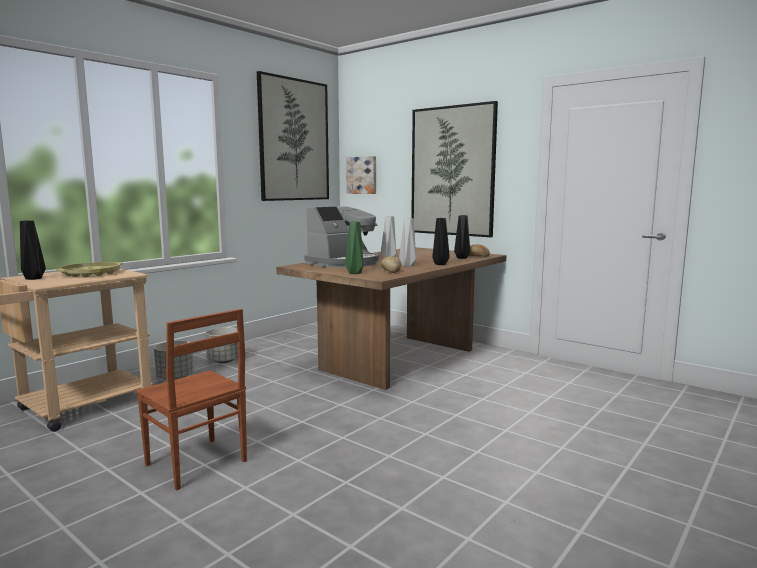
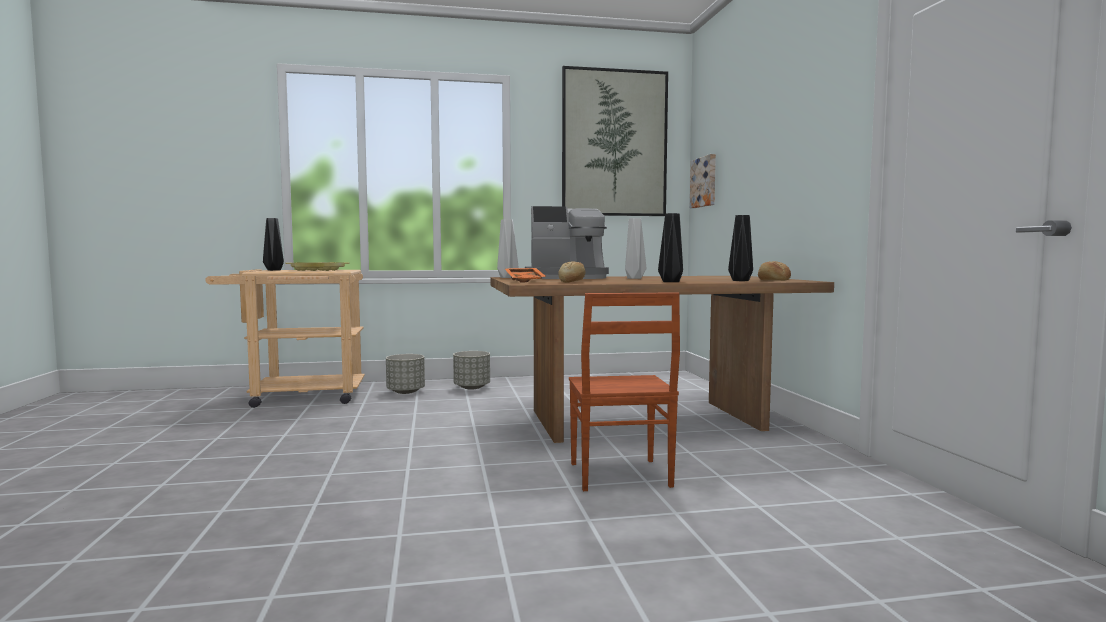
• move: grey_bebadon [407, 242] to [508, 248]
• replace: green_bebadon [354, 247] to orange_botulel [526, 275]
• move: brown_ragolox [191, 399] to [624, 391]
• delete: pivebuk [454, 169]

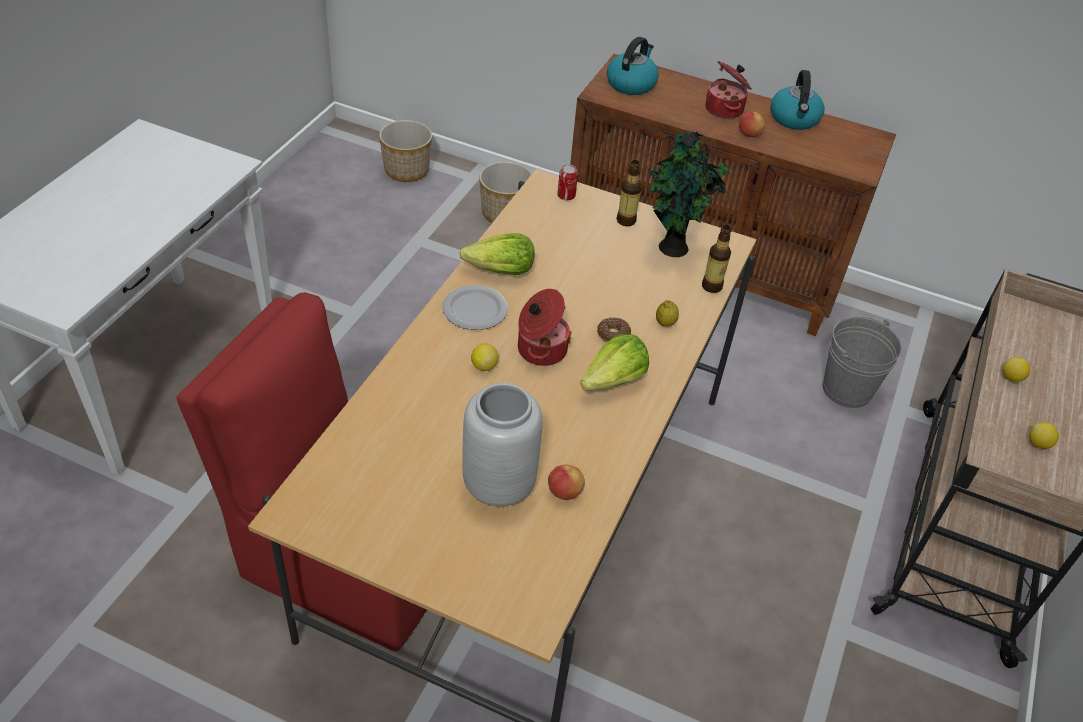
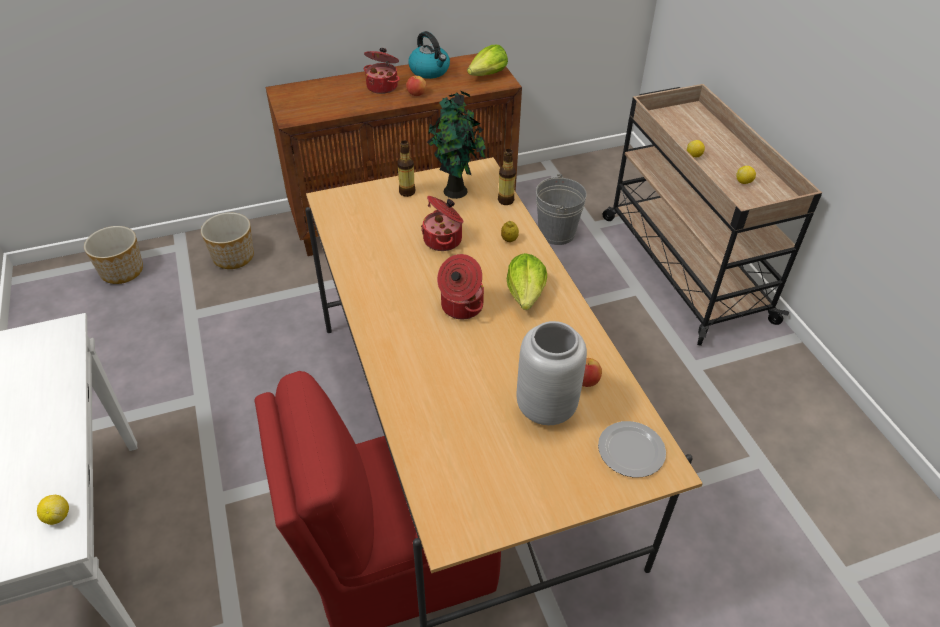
• move: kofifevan [484, 357] to [53, 510]
• insert: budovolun [442, 223]
• move: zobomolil [497, 254] to [487, 60]
• move: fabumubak [475, 307] to [632, 449]
• delete: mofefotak [567, 182]
• delete: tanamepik [614, 329]
• delete: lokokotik [633, 66]

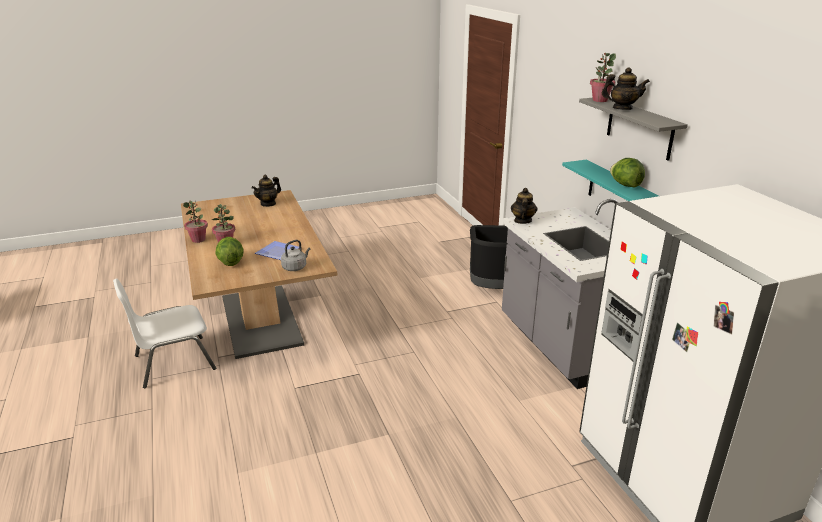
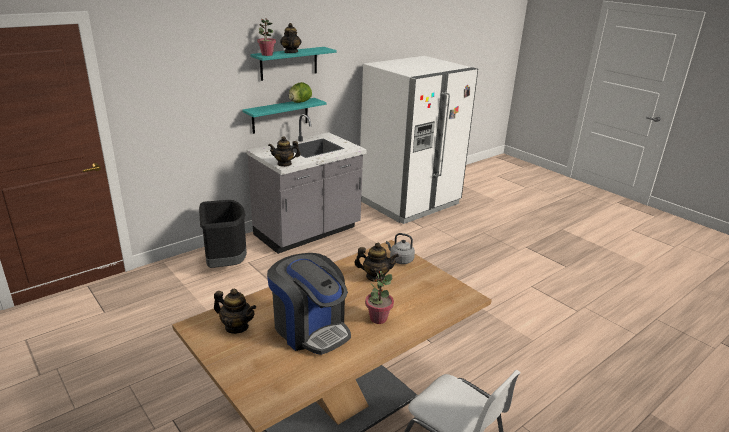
• recolor: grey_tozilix [633, 129] to turquoise_tozilix [293, 64]
• insert: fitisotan [309, 304]
• replace: fabumubak [277, 250] to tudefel [376, 262]
• delete: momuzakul [195, 222]
• delete: zobomolil [229, 251]

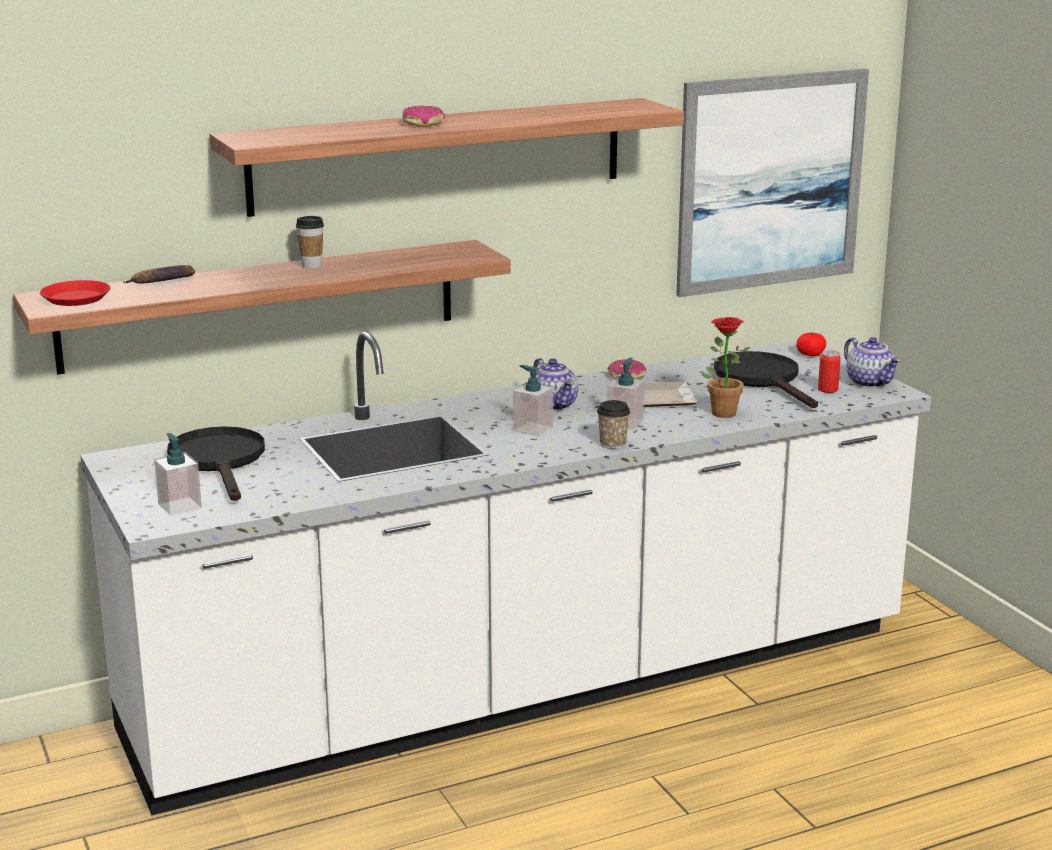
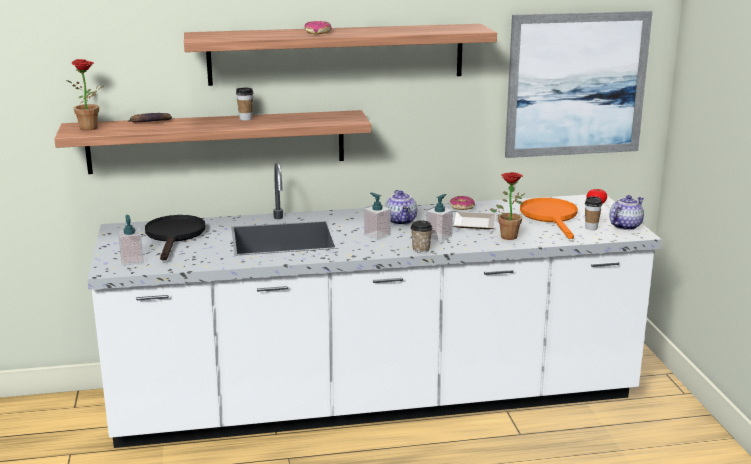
• replace: red_fabumubak [75, 293] to momuzakul [85, 95]
• recolor: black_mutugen [766, 379] to orange_mutugen [549, 218]
• replace: mofefotak [829, 371] to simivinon [593, 213]
• rotate: tudefel [872, 362] = [626, 212] 120 degrees counterclockwise

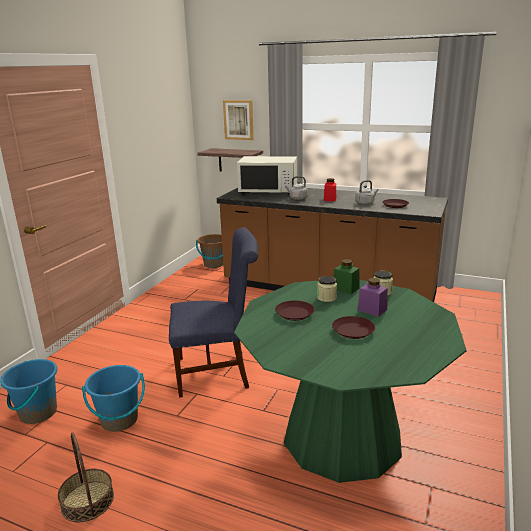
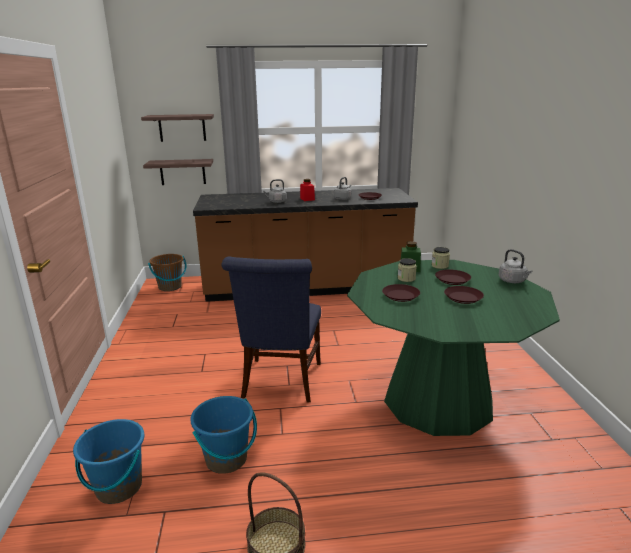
• replace: pivebuk [238, 120] to tozilix [177, 128]
• rotate: blue_ragolox [213, 312] = [271, 329] 135 degrees clockwise
• replace: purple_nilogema [373, 297] to brown_fabumubak [453, 277]
• insert: grey_lokokotik [515, 266]
• delete: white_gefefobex [267, 175]

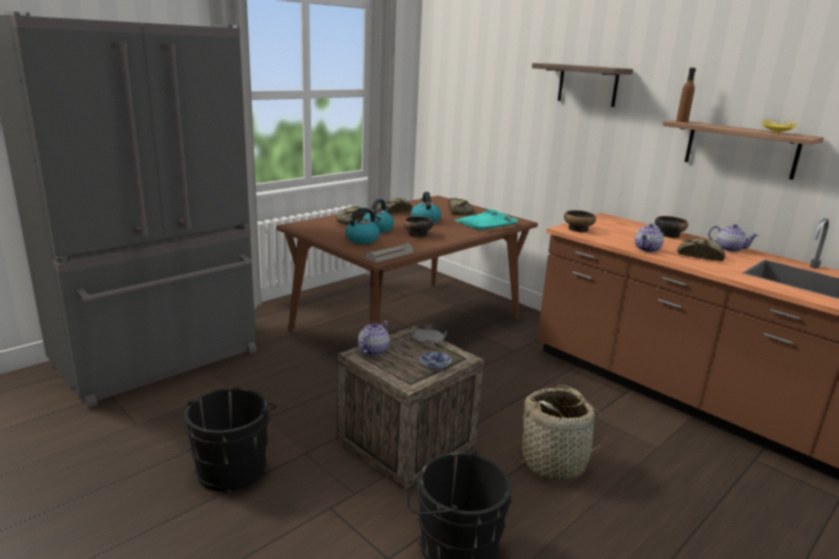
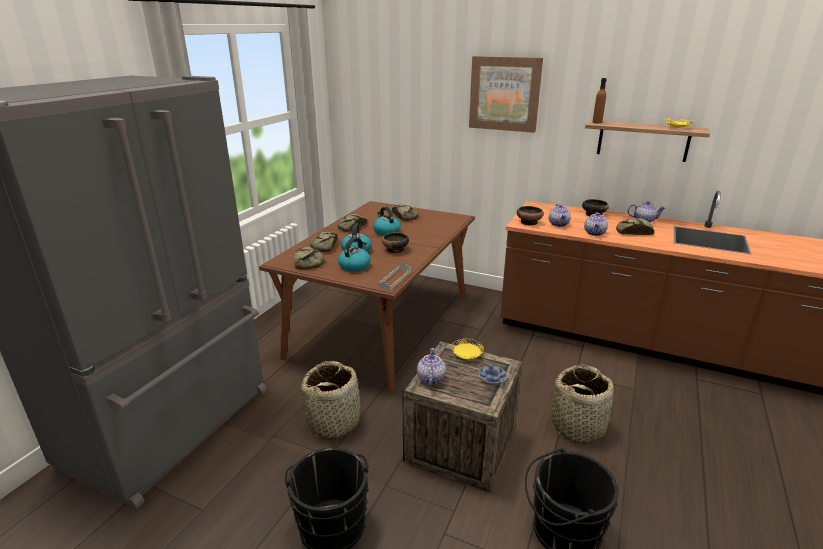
• insert: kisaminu [309, 258]
• insert: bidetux [330, 400]
• recolor: grey_fabumubak [429, 334] to yellow_fabumubak [467, 349]
• replace: tozilix [582, 85] to pivebuk [506, 94]
• insert: tudefel [560, 215]
• delete: turquoise_botulel [486, 220]

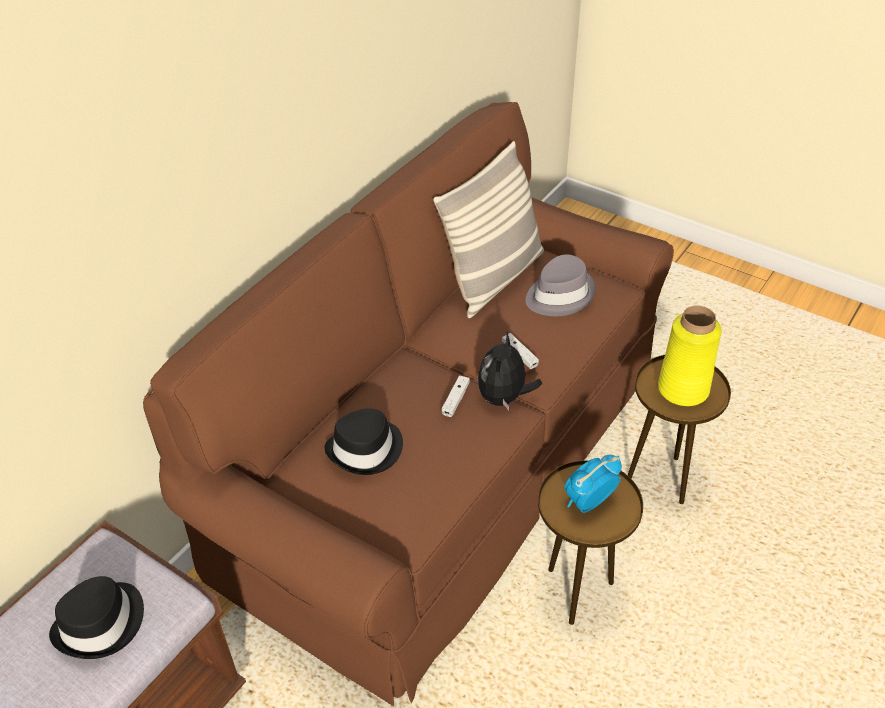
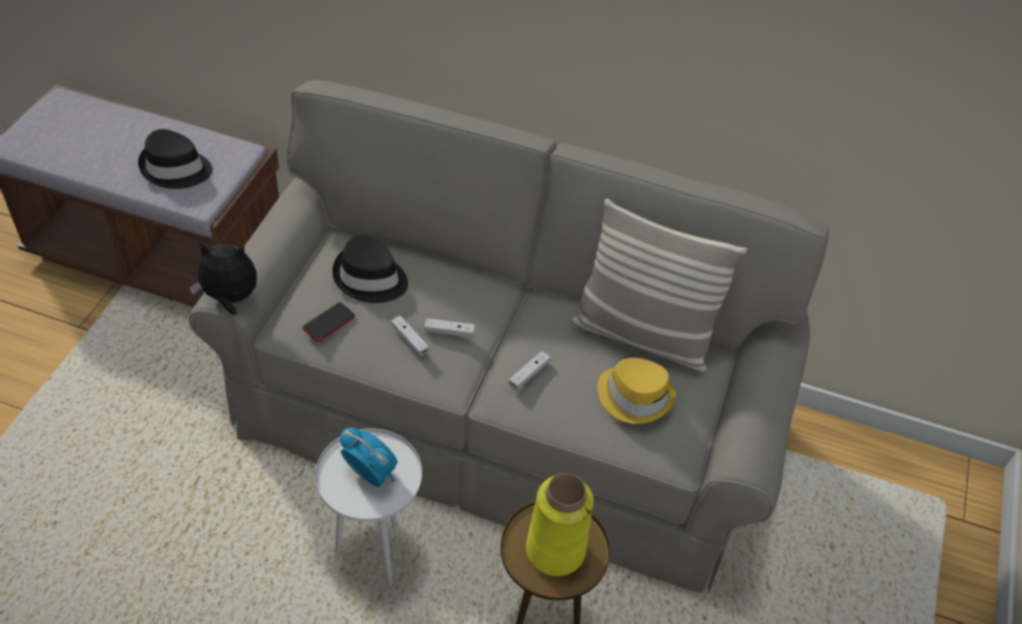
• recolor: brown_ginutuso [408, 404] to grey_ginutuso [509, 336]
• move: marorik [509, 371] to [223, 278]
• insert: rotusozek [329, 322]
• recolor: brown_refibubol [590, 542] to white_refibubol [368, 506]
• insert: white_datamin [410, 336]
• recolor: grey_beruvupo [561, 285] to yellow_beruvupo [636, 391]

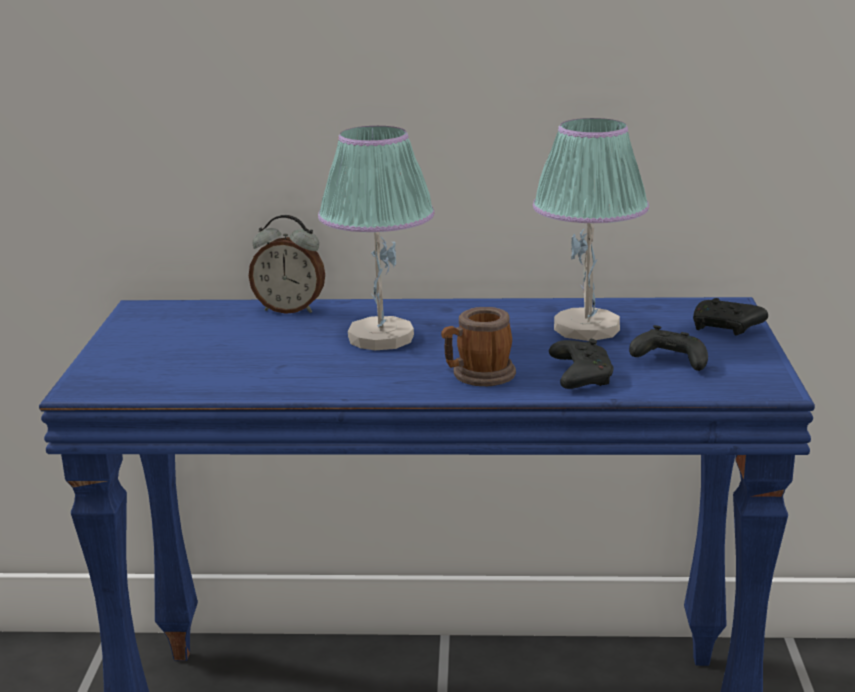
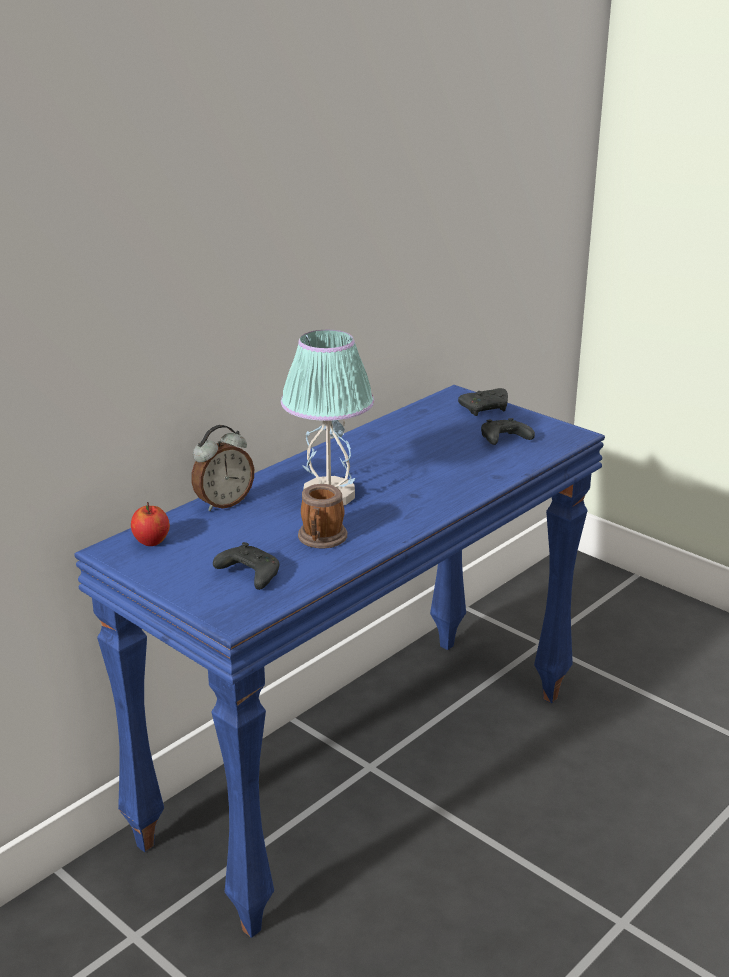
• insert: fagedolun [150, 524]
• move: black_datamin [581, 364] to [246, 566]
• move: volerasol [478, 346] to [322, 516]
• delete: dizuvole [591, 229]

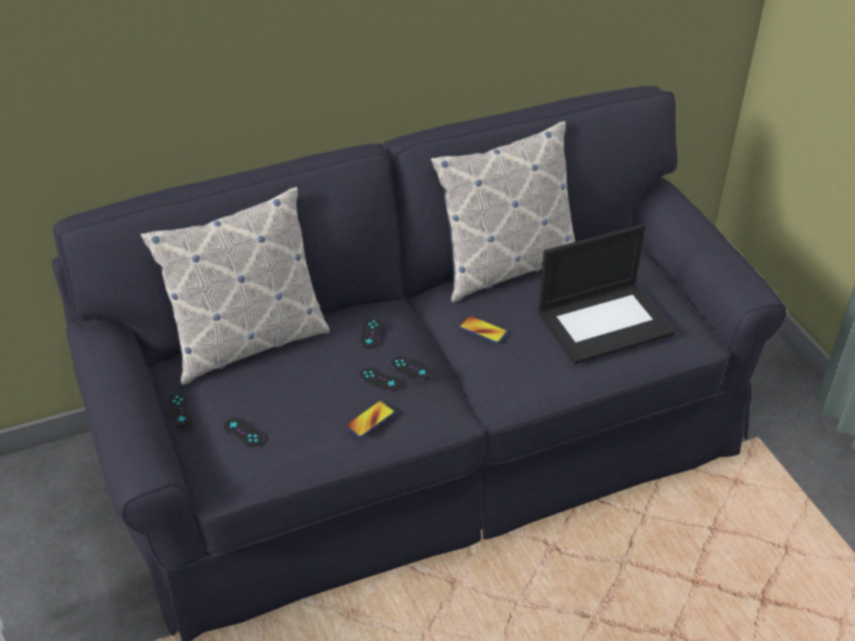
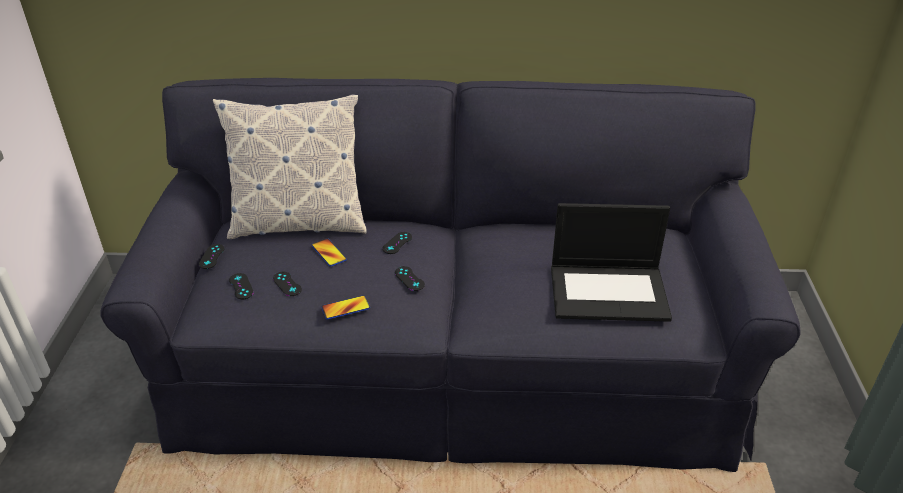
• move: black_datamin [379, 379] to [287, 284]
• move: rotusozek [483, 329] to [329, 252]
• delete: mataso [503, 211]

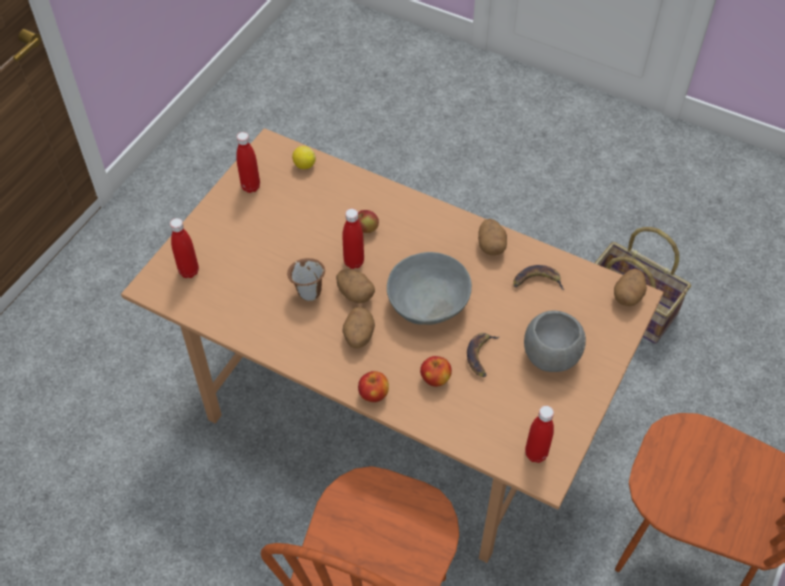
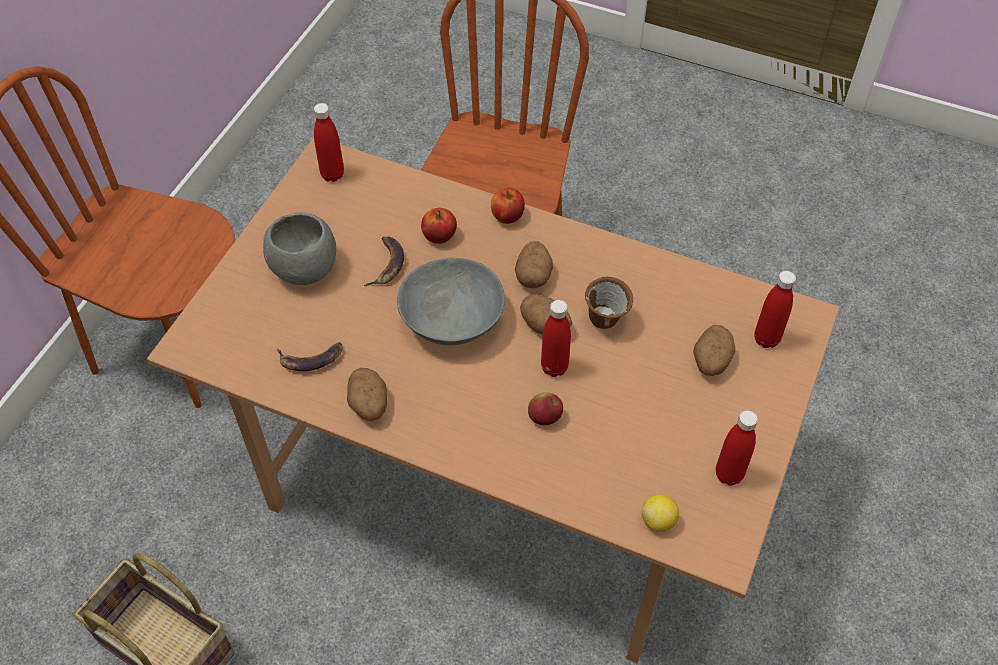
• move: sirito [630, 287] to [714, 350]

